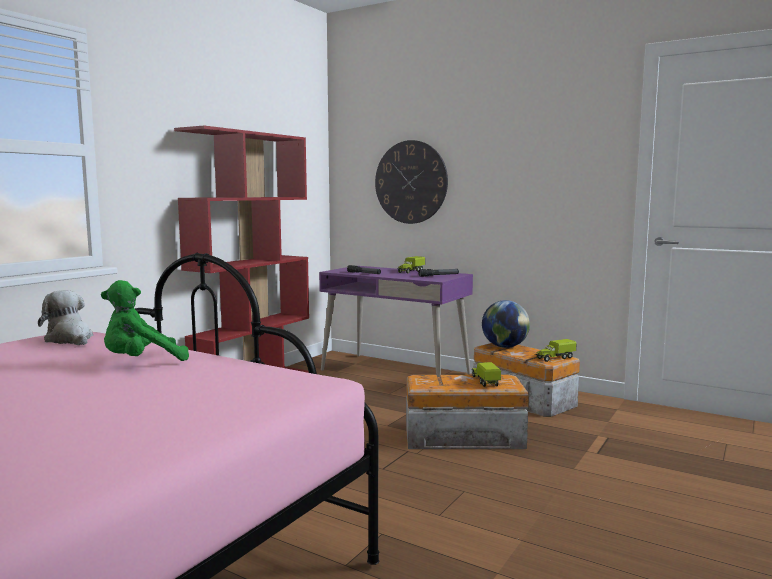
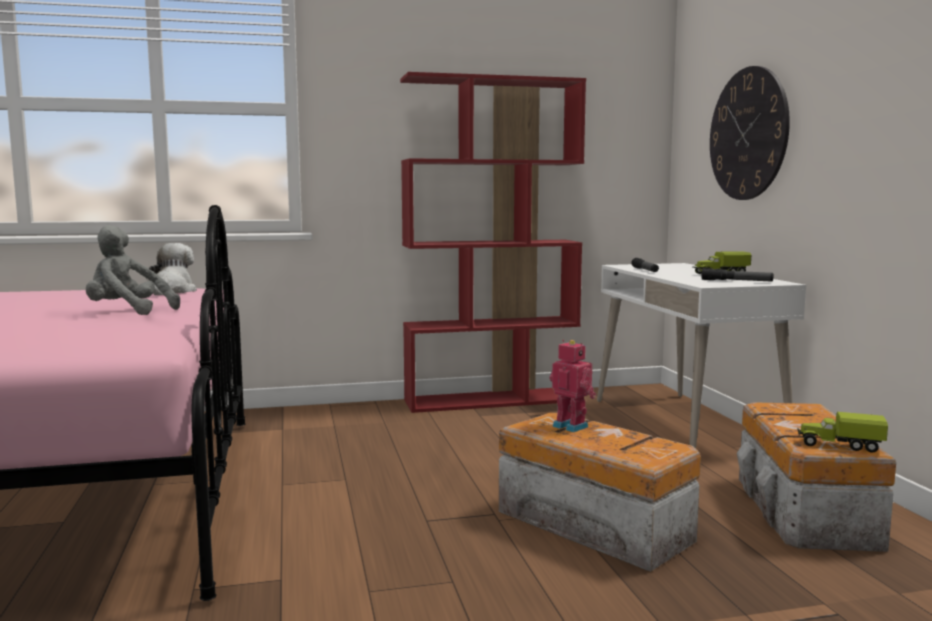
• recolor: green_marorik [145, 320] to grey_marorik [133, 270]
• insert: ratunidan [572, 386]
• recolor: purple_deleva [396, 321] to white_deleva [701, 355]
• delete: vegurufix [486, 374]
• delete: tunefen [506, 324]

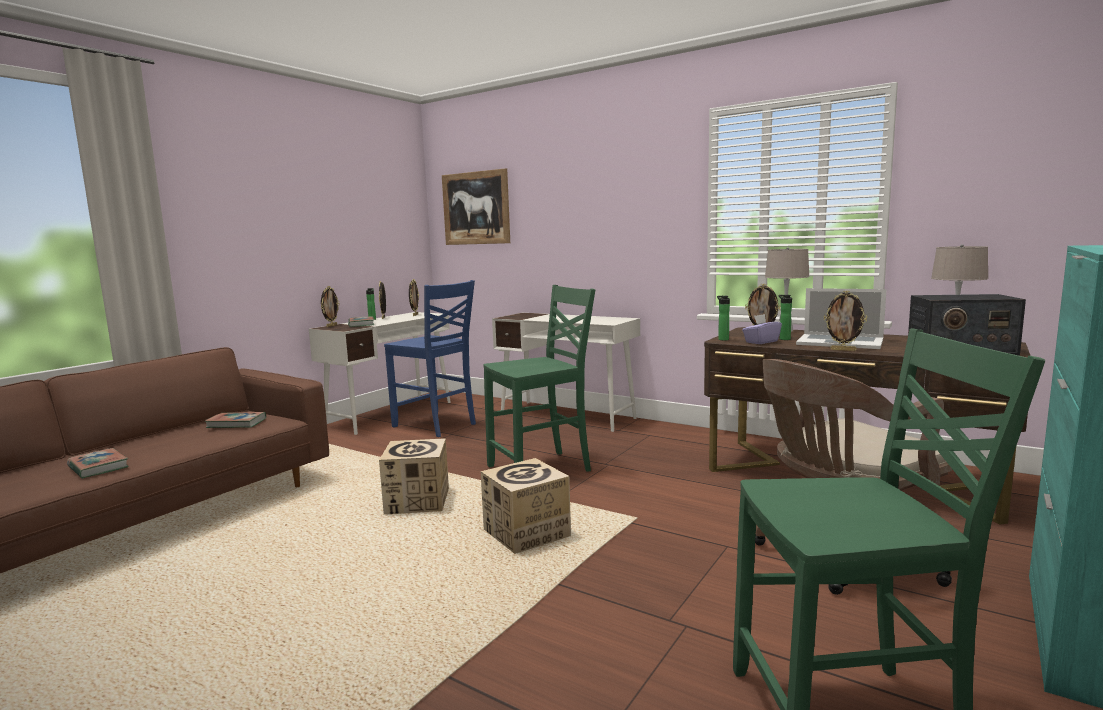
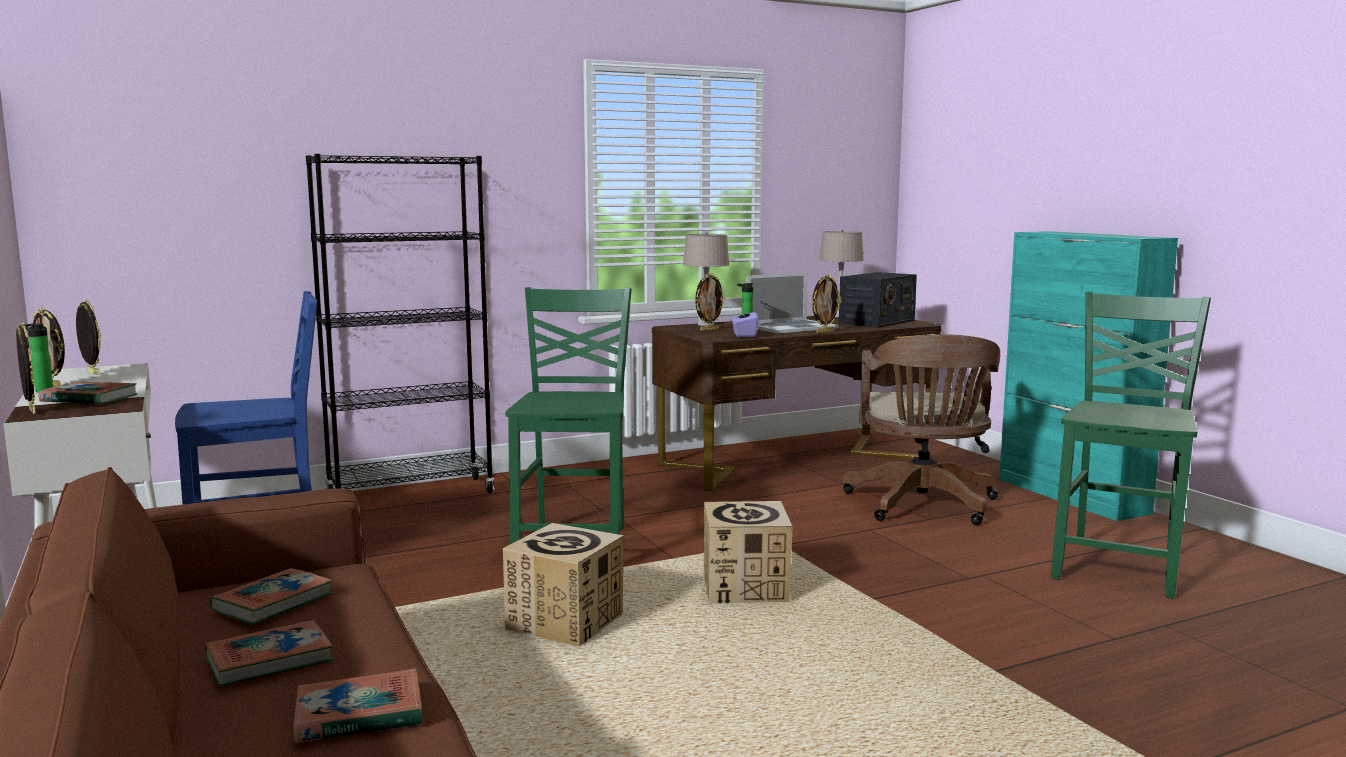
• insert: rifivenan [269, 653]
• replace: white_deleva [566, 372] to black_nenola [400, 323]
• delete: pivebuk [476, 206]
• delete: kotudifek [723, 318]

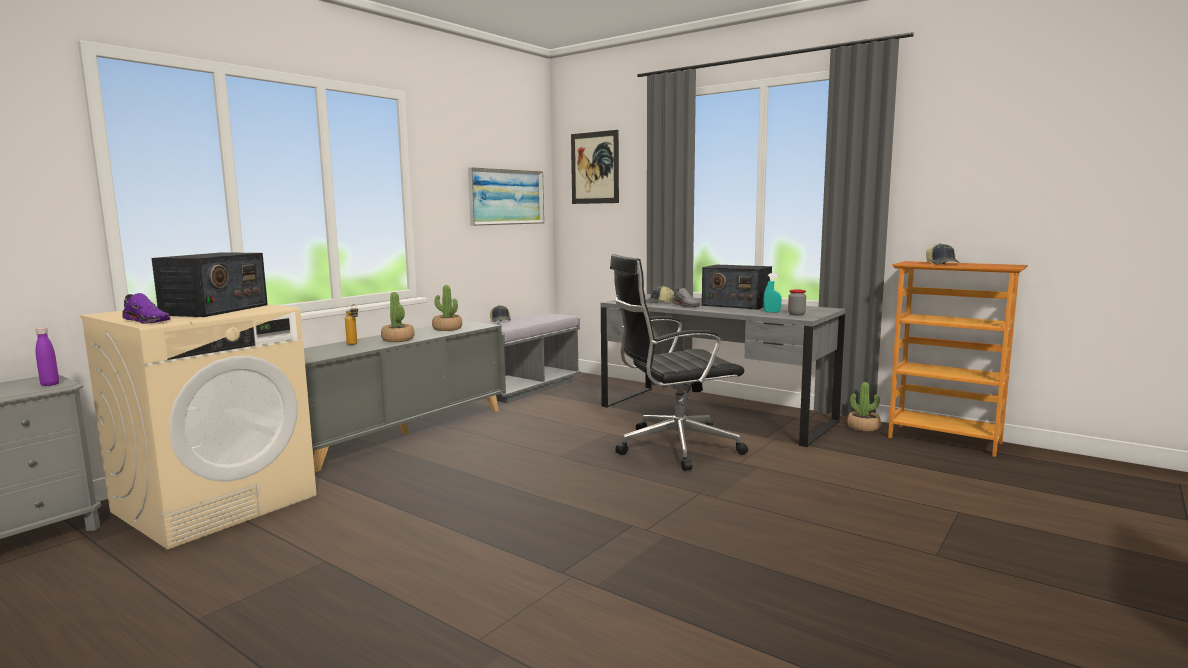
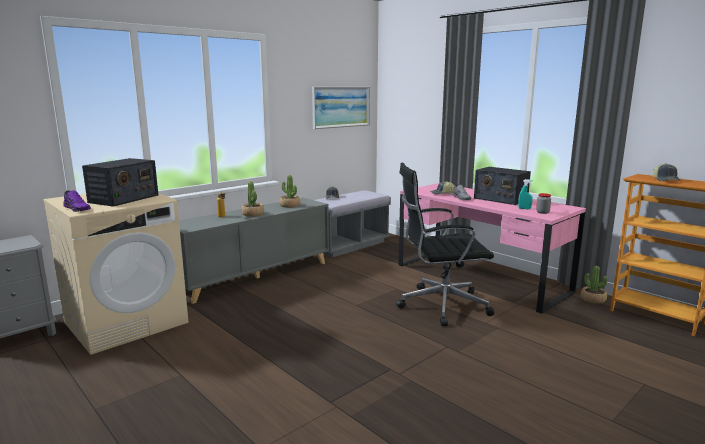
• recolor: grey_deleva [723, 370] to pink_deleva [492, 248]
• delete: purple_kotudifek [47, 357]
• delete: pivebuk [595, 167]

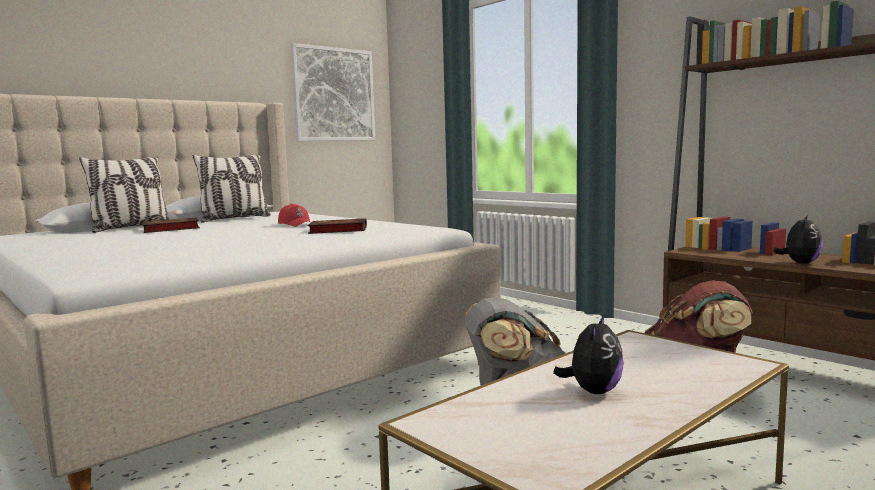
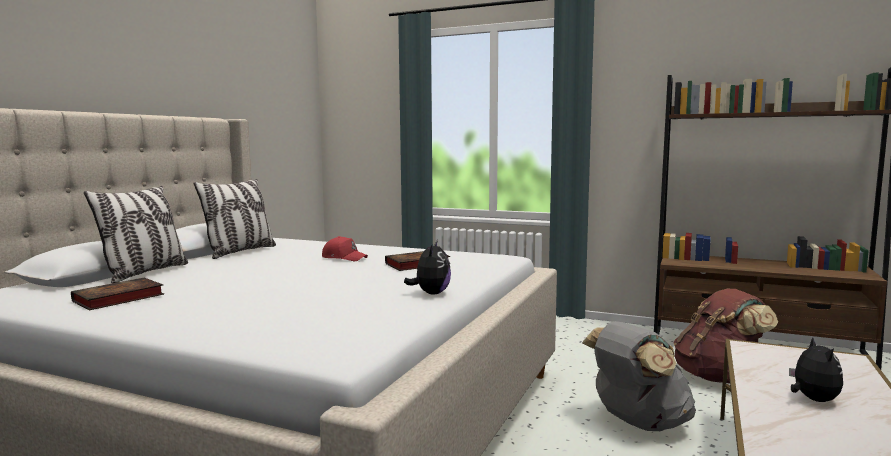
• move: rifivenan [171, 225] to [117, 294]
• move: marorik [797, 239] to [427, 267]
• delete: pivebuk [333, 92]

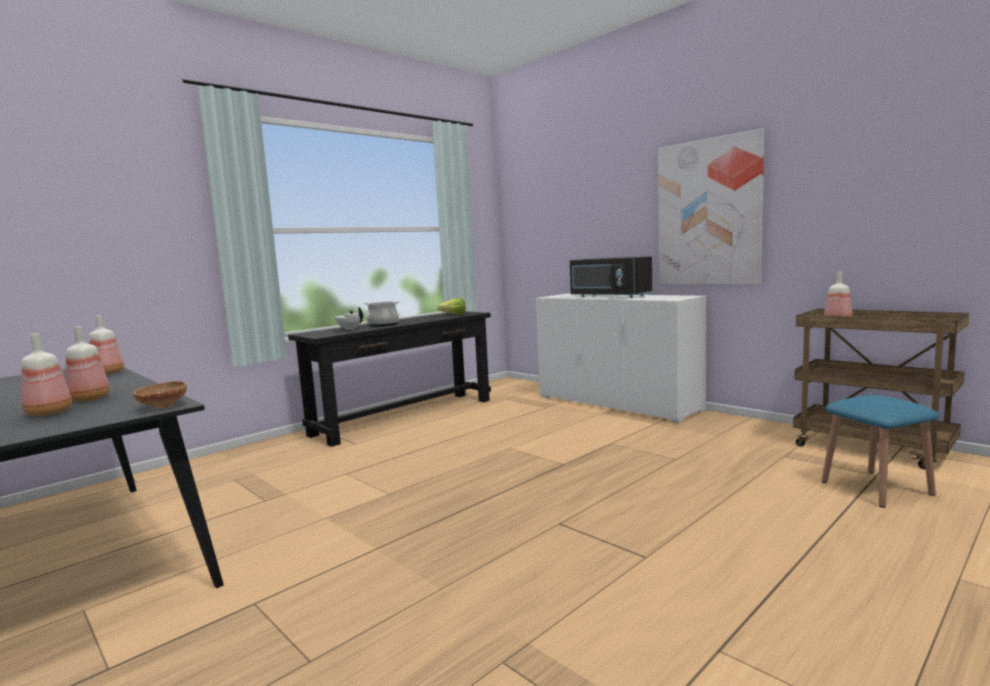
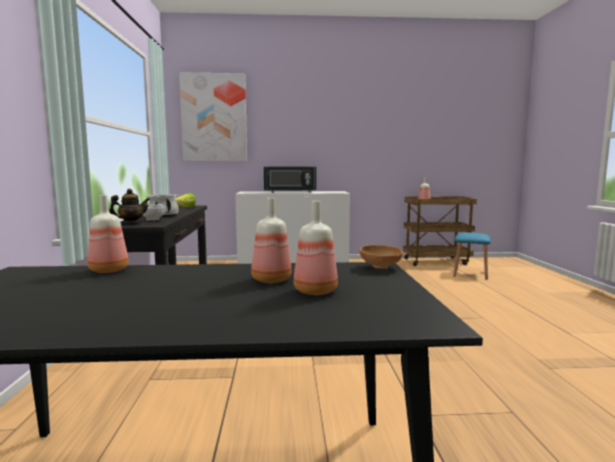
• insert: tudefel [129, 206]
• move: pivebuk [711, 206] to [213, 116]

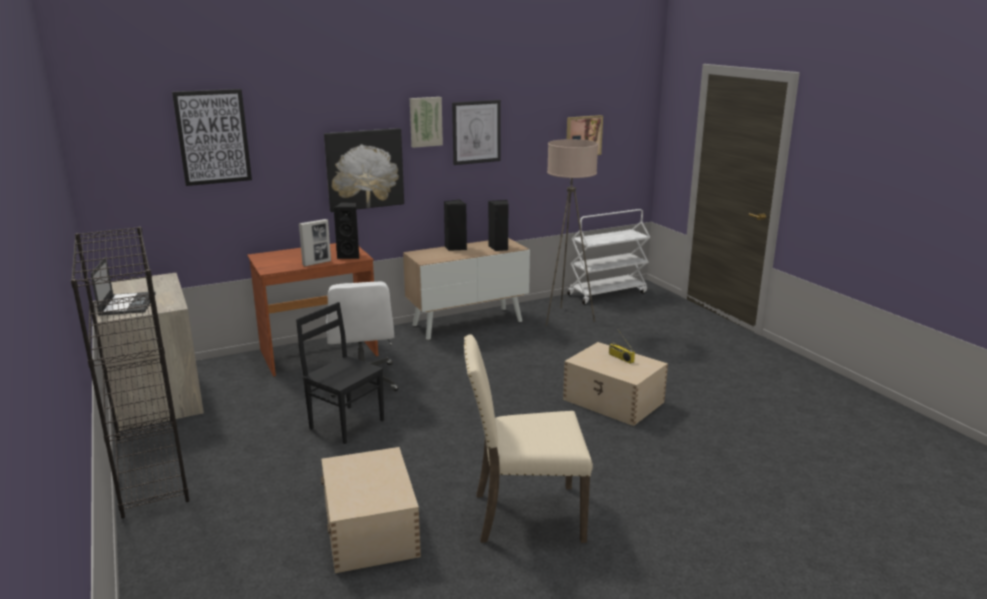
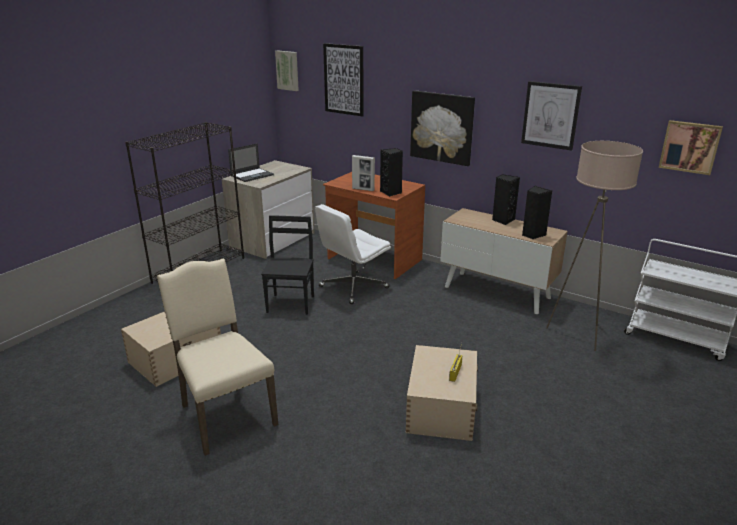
• move: pivebuk [426, 122] to [287, 70]

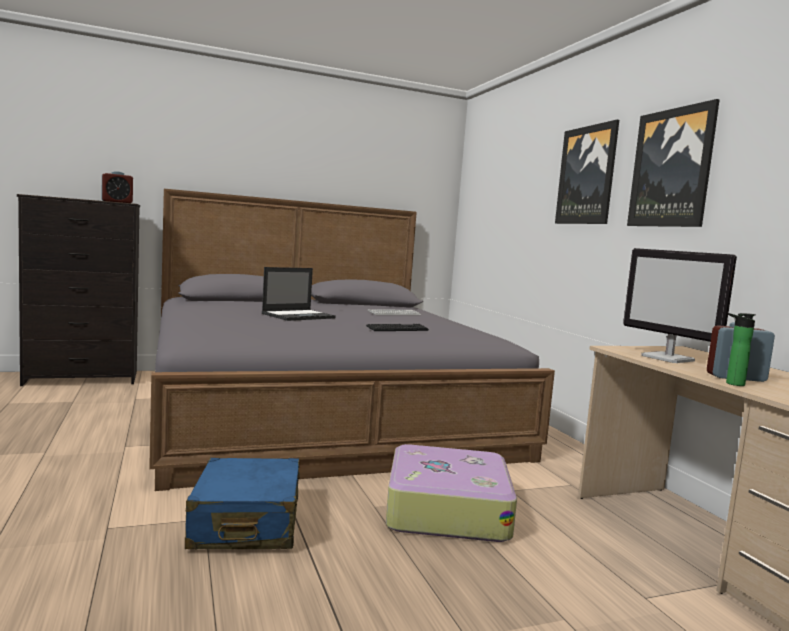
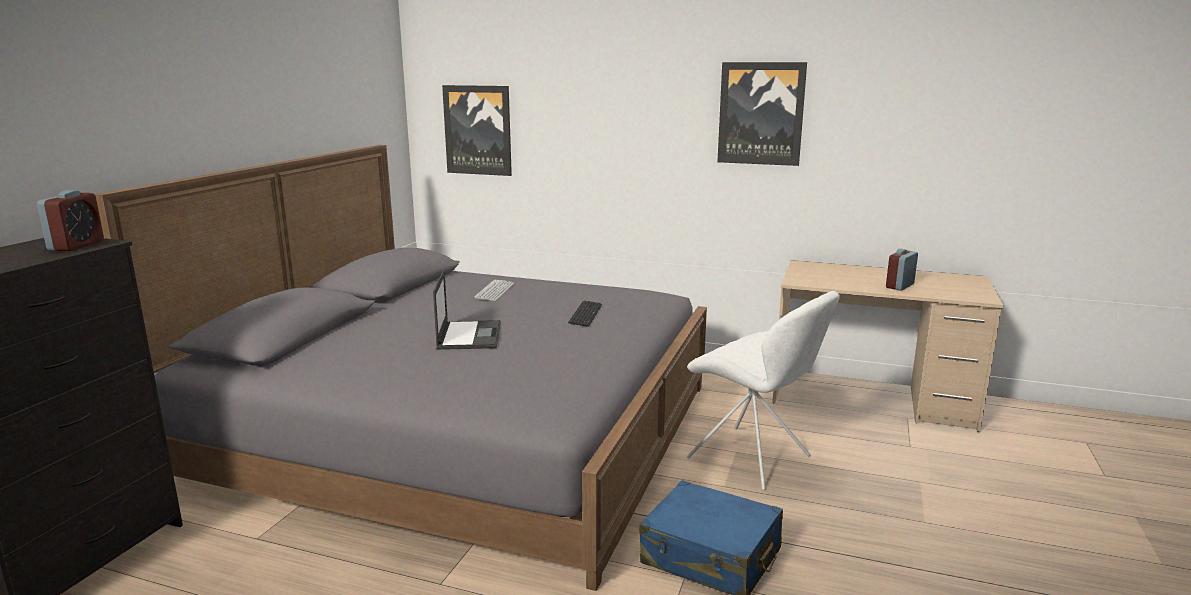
• move: pivebuk [587, 172] to [477, 130]
• replace: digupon [451, 493] to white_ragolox [763, 390]
• delete: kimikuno [680, 305]
• delete: kotudifek [741, 349]

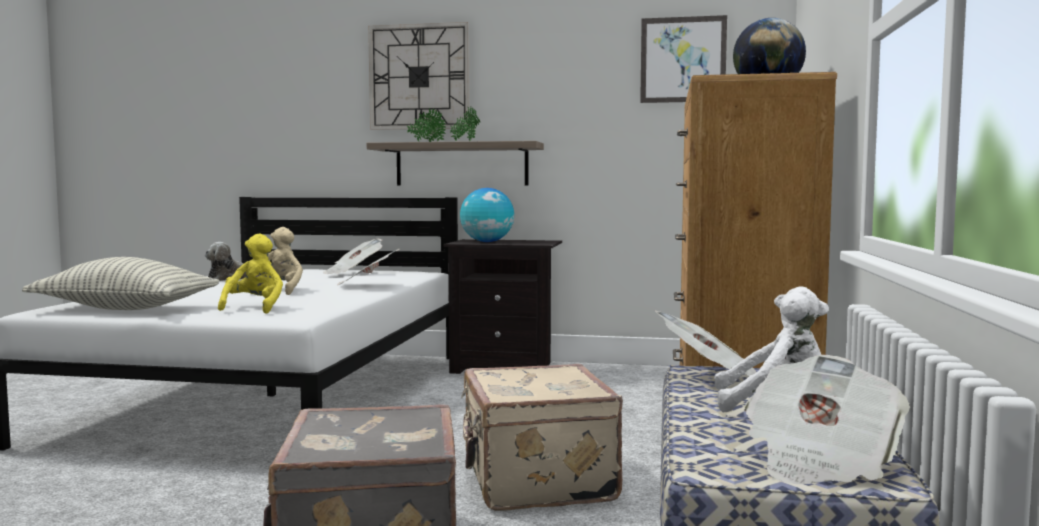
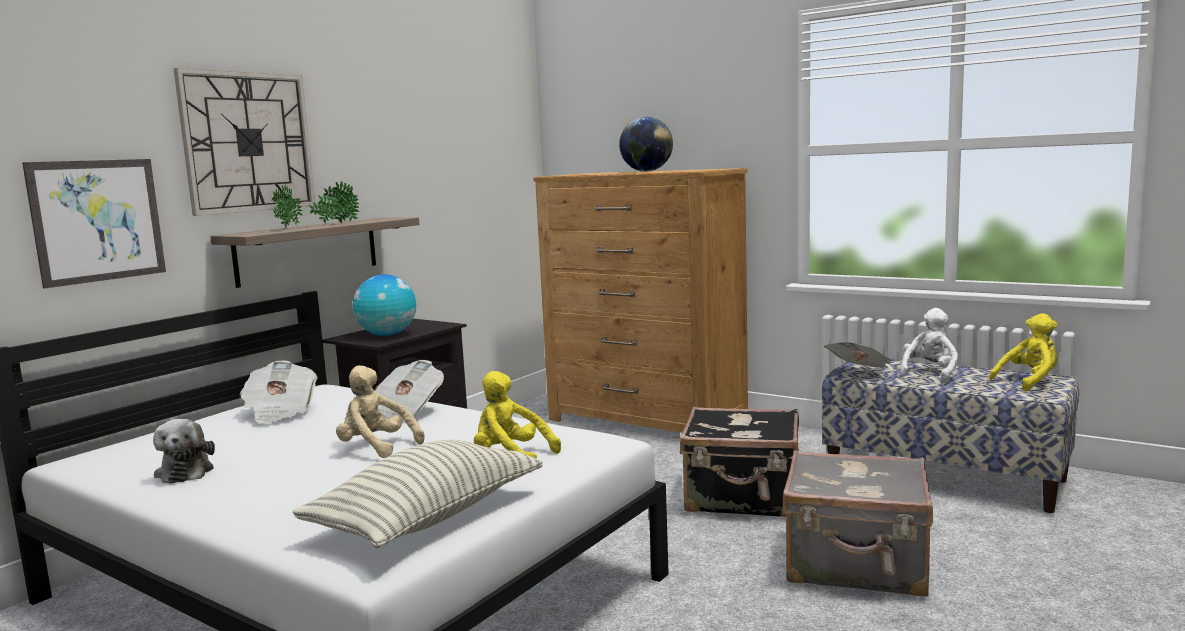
• move: pivebuk [683, 59] to [94, 224]
• recolor: beige_digupon [542, 437] to black_digupon [739, 462]
• replace: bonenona [827, 419] to yellow_marorik [1023, 352]

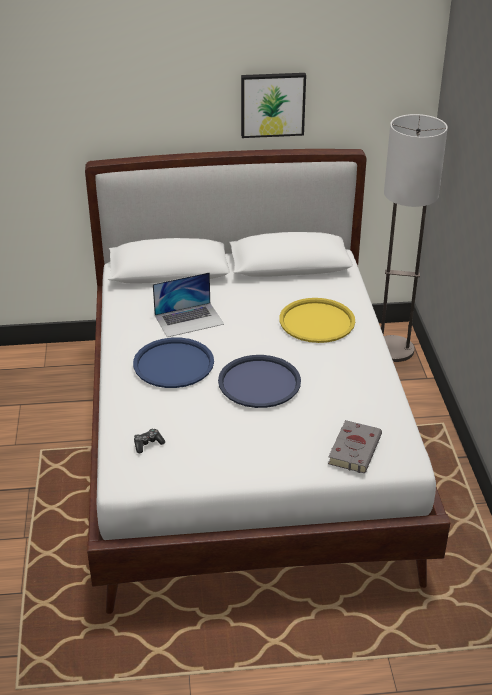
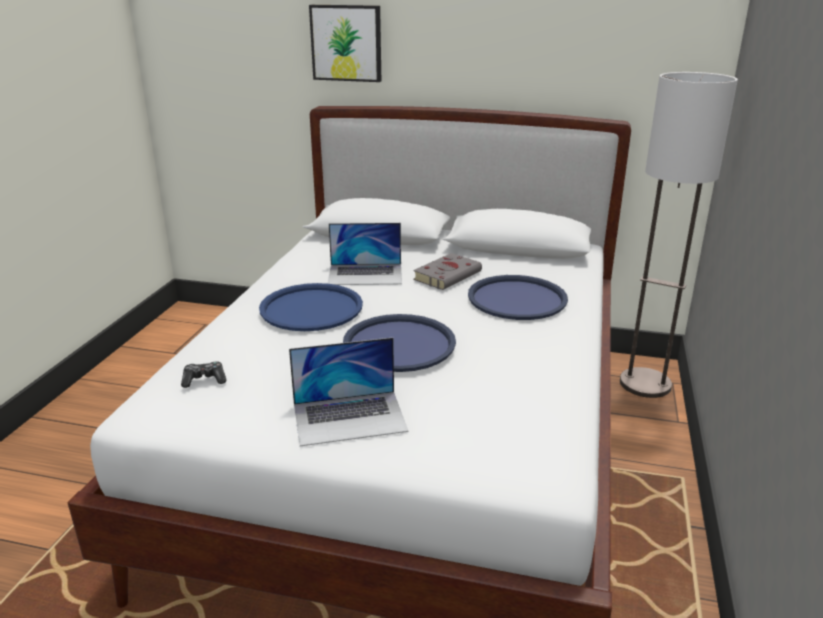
• insert: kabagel [348, 391]
• move: pivebuk [273, 105] to [345, 43]
• move: grey_rifivenan [355, 446] to [447, 271]
• recolor: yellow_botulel [317, 320] to blue_botulel [518, 297]

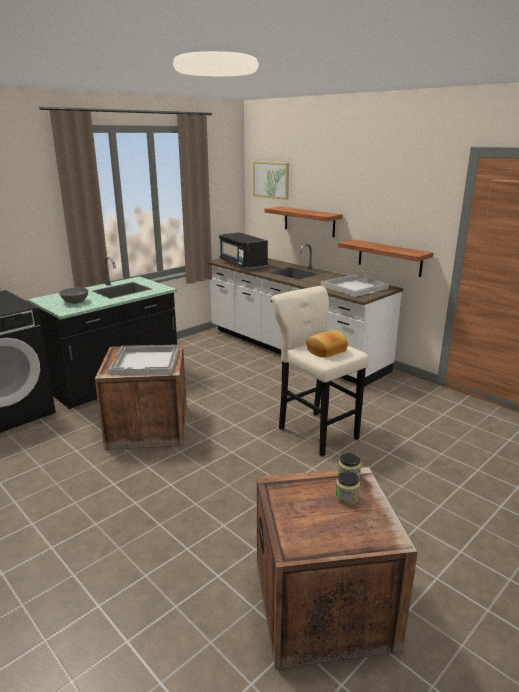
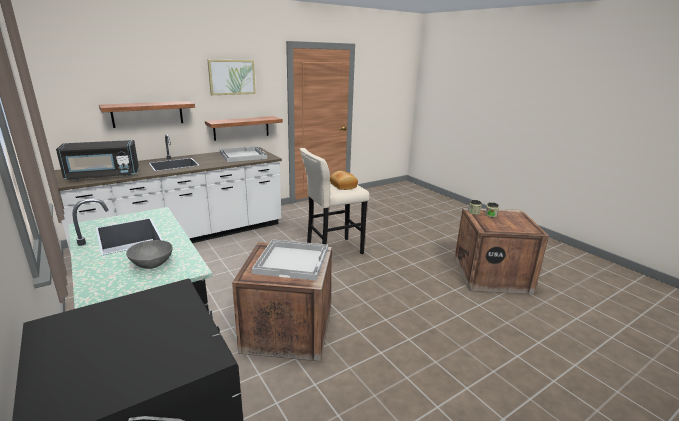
• move: pivebuk [271, 180] to [232, 77]

